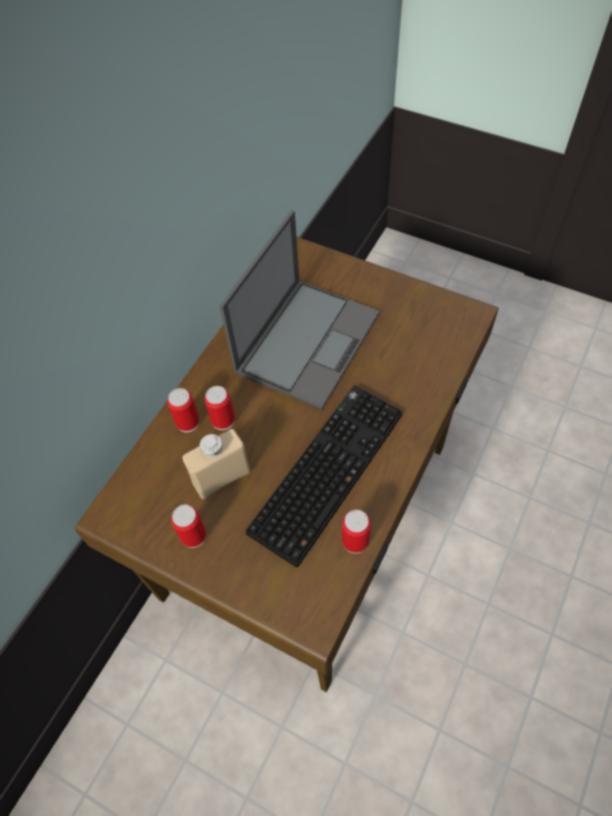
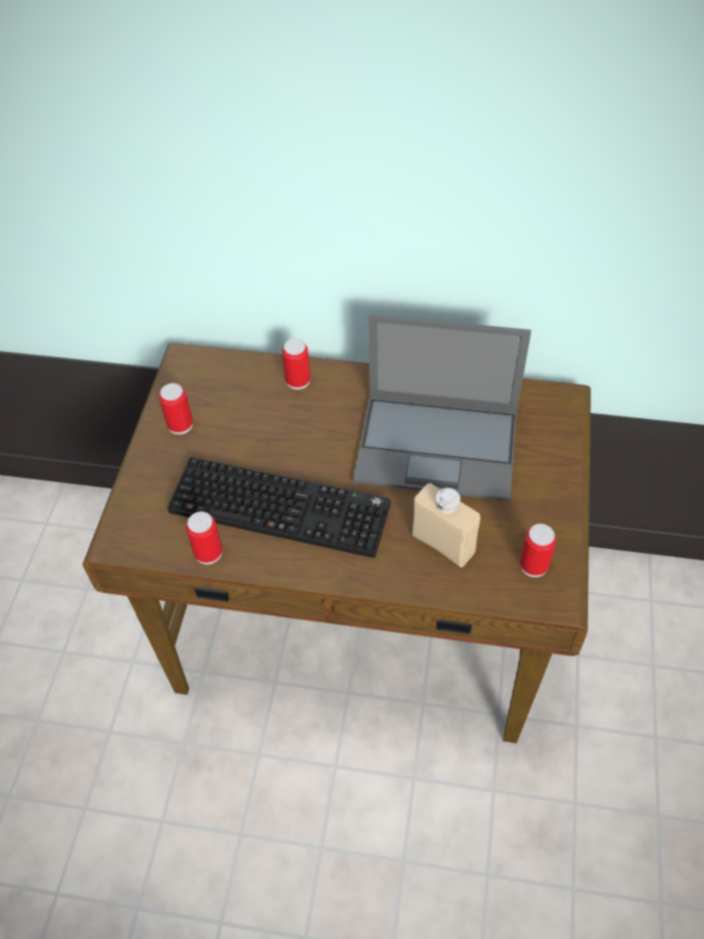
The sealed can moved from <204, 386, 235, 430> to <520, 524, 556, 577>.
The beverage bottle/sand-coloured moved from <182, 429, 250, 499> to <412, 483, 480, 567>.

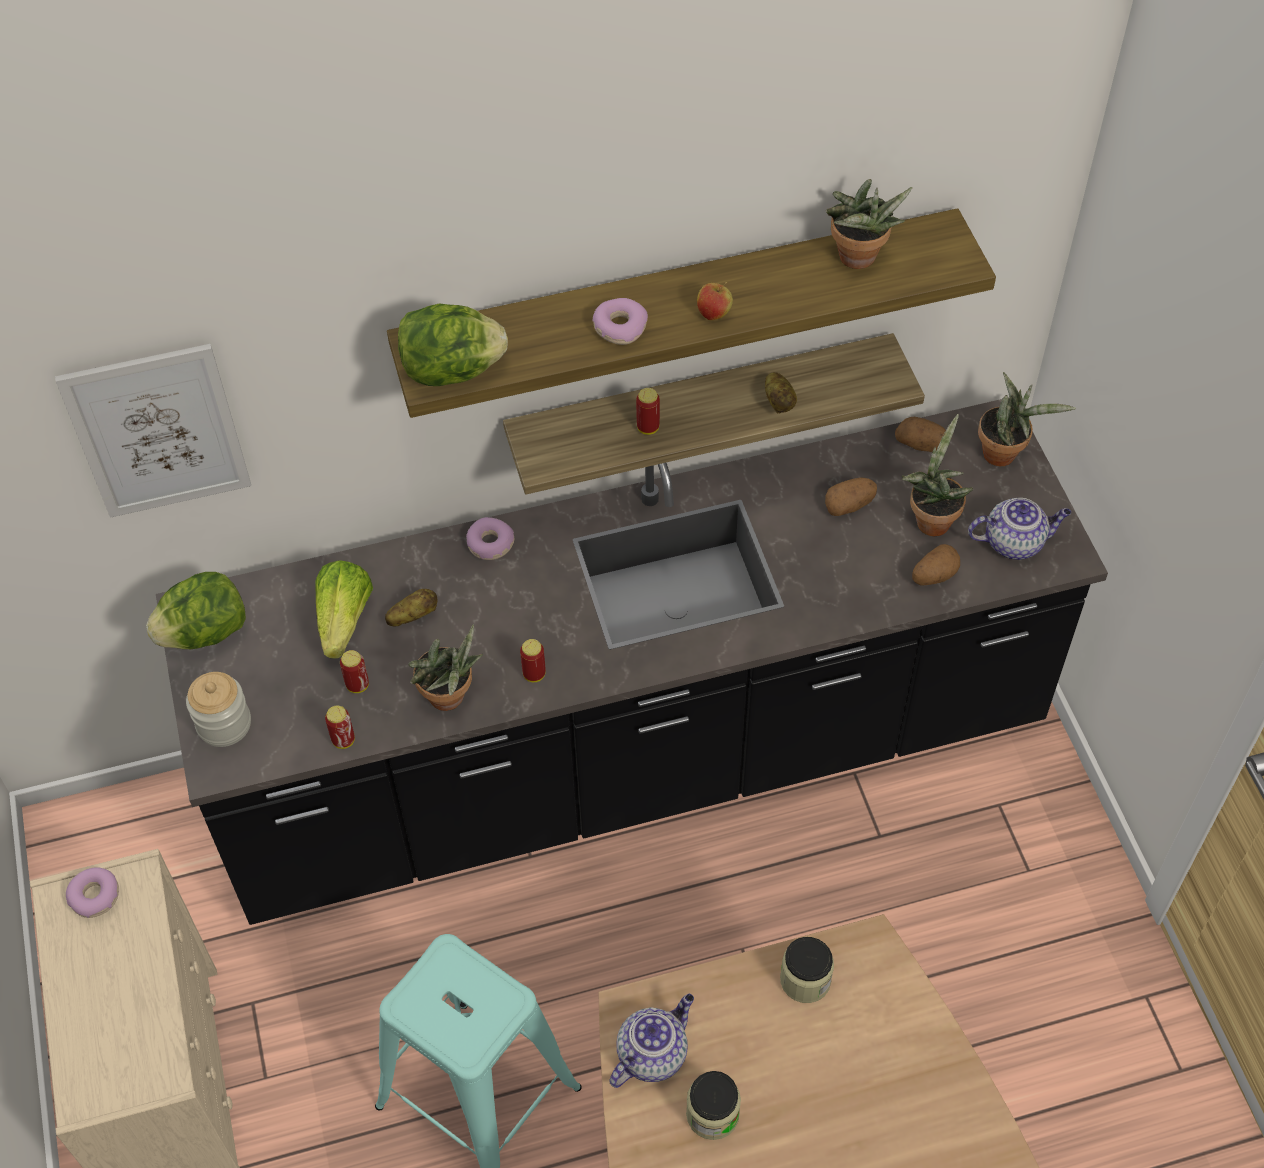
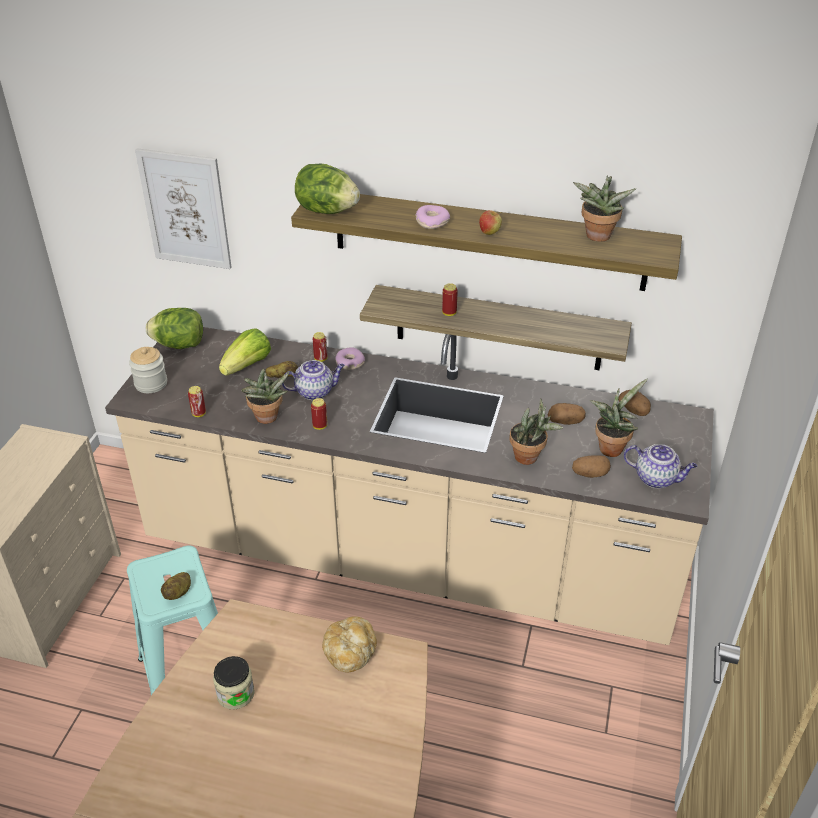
The potato moved from <765, 372, 797, 413> to <161, 572, 191, 600>.
The potted plant moved from <978, 372, 1076, 466> to <509, 398, 563, 465>.
The kitchen counter/black at <156, 399, 1108, 925> became the kitchen counter/sand-coloured at <105, 327, 714, 645>.
The sealed can moved from <340, 650, 369, 693> to <313, 332, 327, 362>.
The ring doughnut at <66, 867, 119, 918> disappeared.
The storage jar at <780, 937, 834, 1003> was replaced by the bread at <322, 616, 377, 672>.
The tea pot moved from <609, 994, 694, 1088> to <282, 360, 345, 400>.

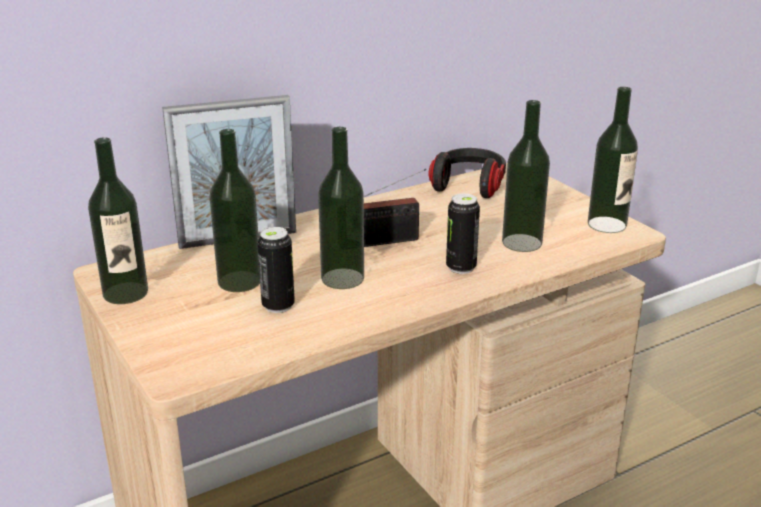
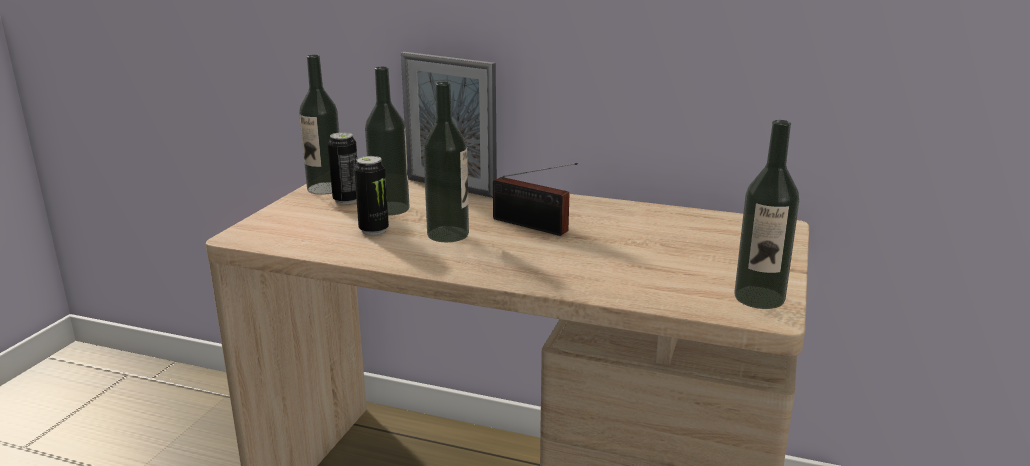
The beverage bottle at <502, 100, 550, 252> disappeared.
The headset at <428, 148, 506, 198> disappeared.
The sealed can moved from <446, 193, 480, 274> to <328, 132, 357, 204>.

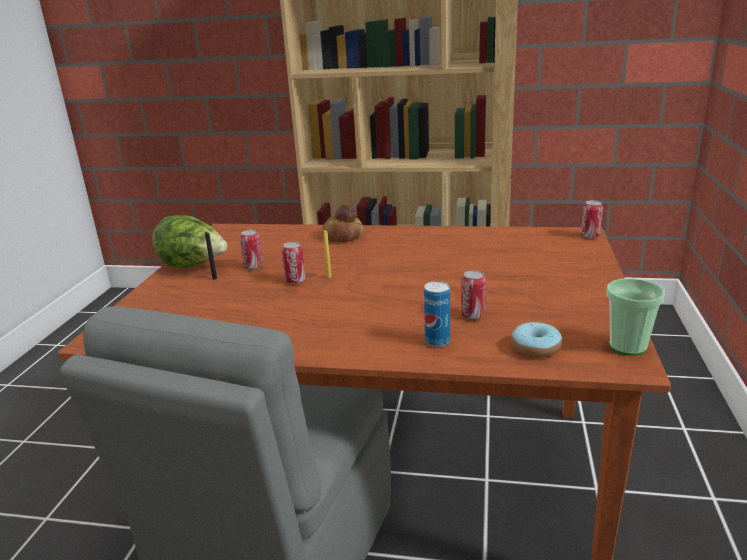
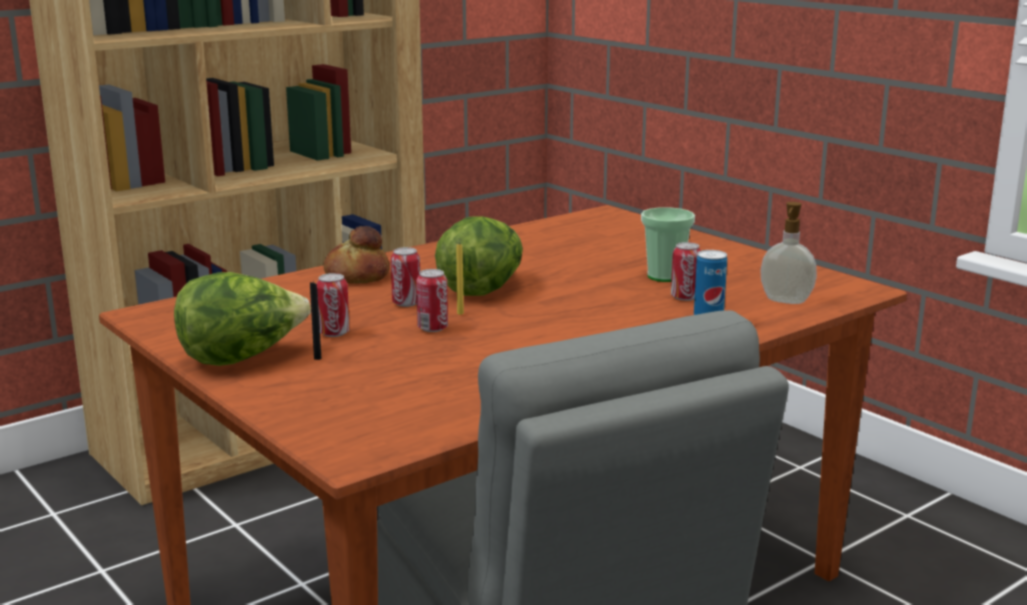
The sealed can moved from <581, 200, 603, 238> to <391, 247, 420, 307>.
The cup moved from <606, 278, 664, 356> to <641, 207, 695, 282>.
The ring doughnut at <511, 322, 562, 358> was replaced by the liquid soap bottle at <760, 202, 817, 304>.
The head of lettuce at <435, 216, 523, 296> appeared.

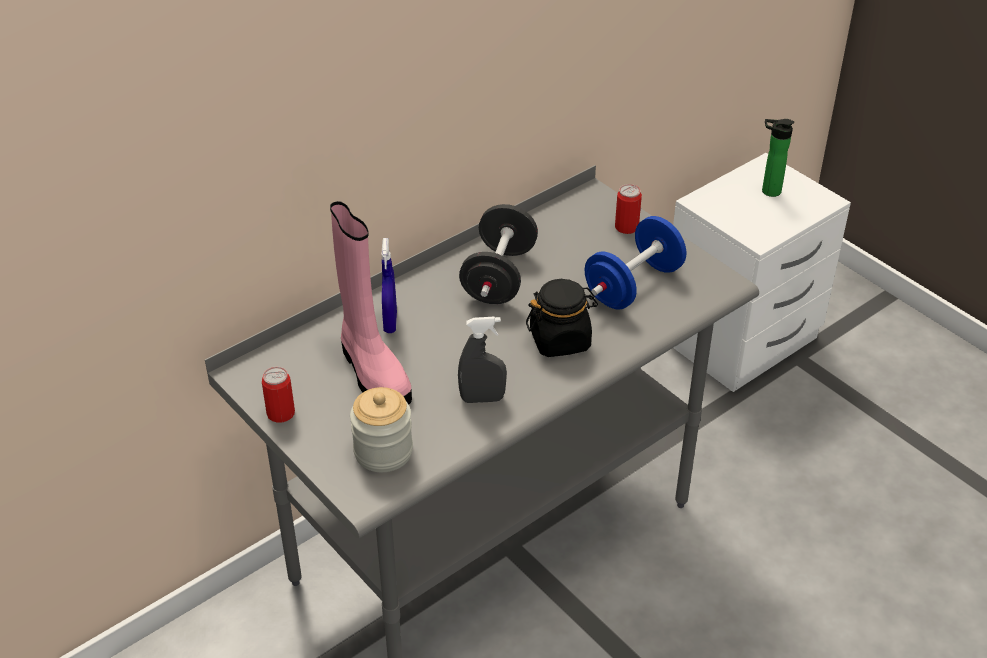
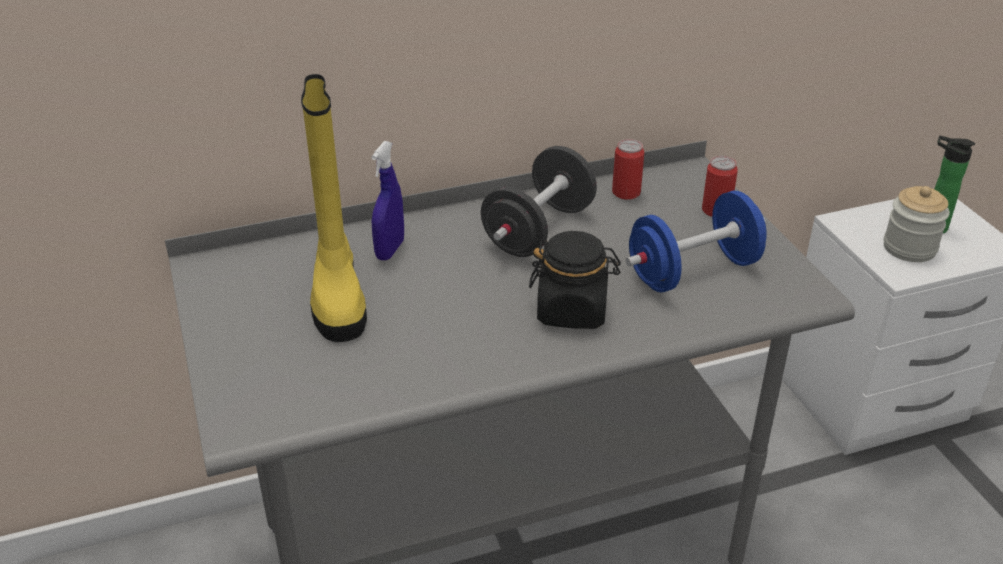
The high-top boot/pinkish at <330, 201, 412, 404> became the high-top boot/yellow at <301, 74, 367, 342>.
The sprayer/grey at <458, 317, 507, 403> disappeared.
The sealed can moved from <262, 367, 295, 423> to <612, 139, 644, 200>.
The storage jar moved from <350, 387, 413, 472> to <884, 186, 950, 262>.

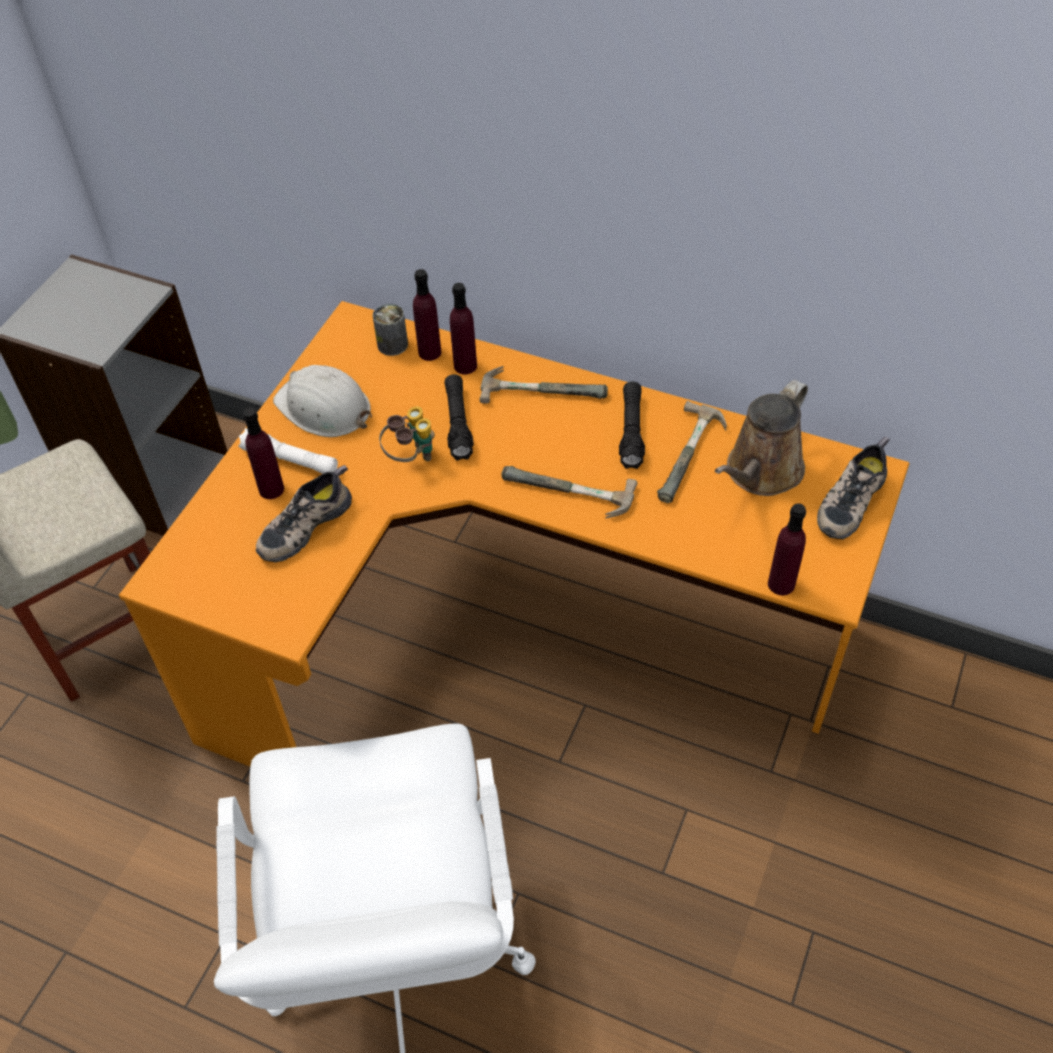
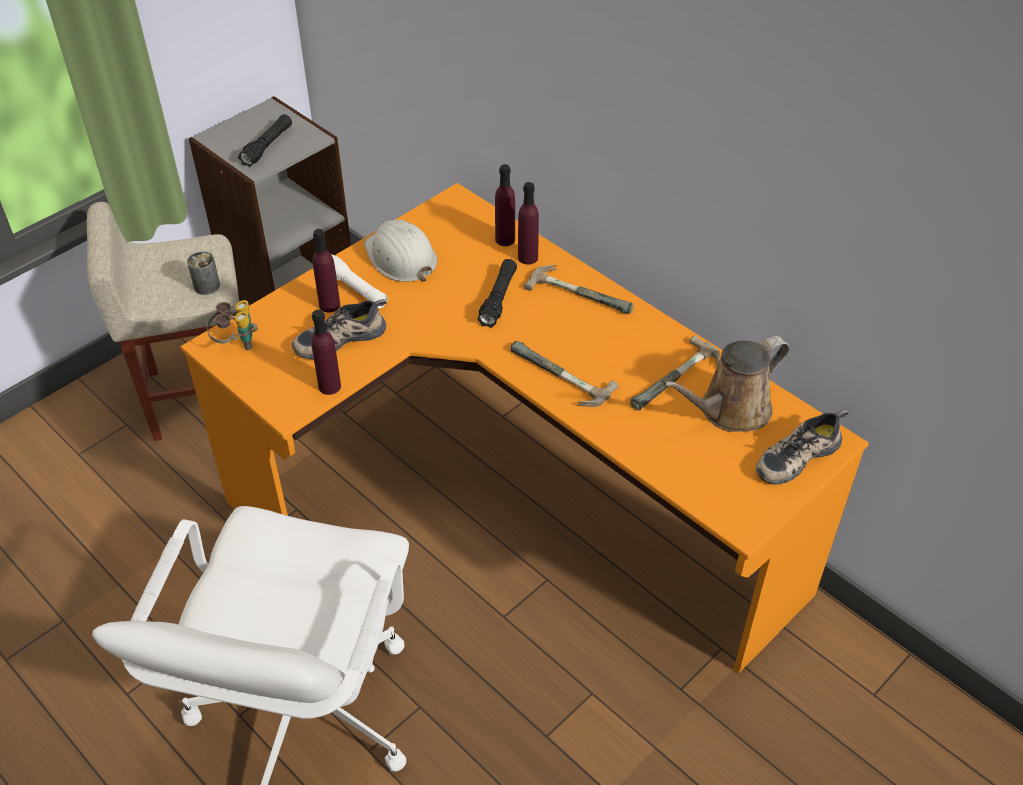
The sealed can moved from <373, 304, 408, 356> to <187, 251, 220, 295>.
The torch/black moved from <619, 381, 645, 469> to <238, 114, 292, 167>.
The binoculars moved from <379, 406, 435, 462> to <207, 300, 258, 350>.
The beverage bottle/purple moved from <768, 504, 806, 595> to <311, 310, 341, 395>.

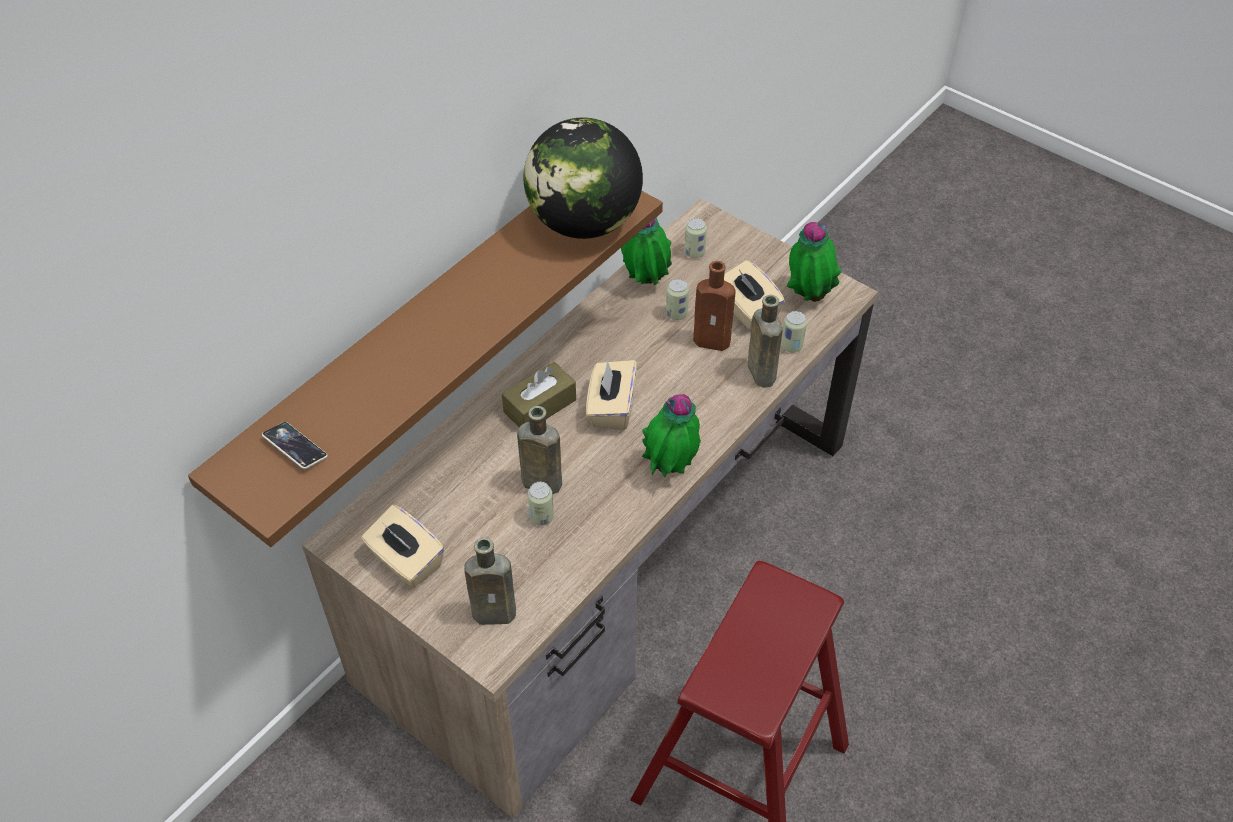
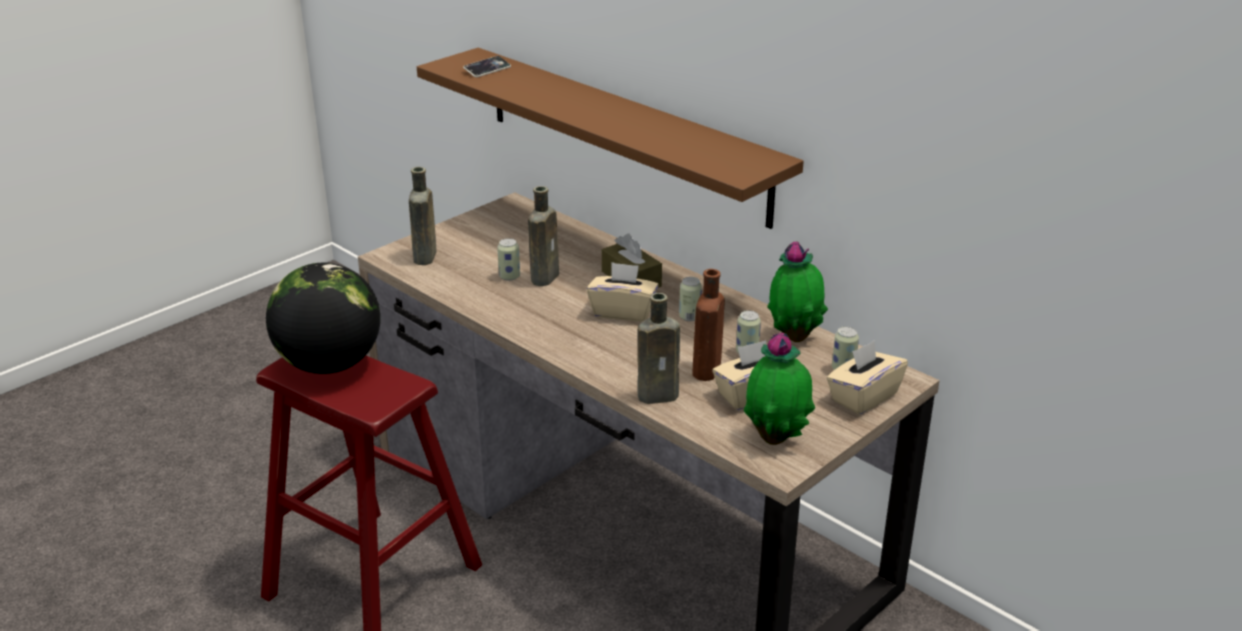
The globe moved from <523, 118, 643, 239> to <266, 263, 380, 374>.
The sealed can moved from <781, 311, 807, 352> to <679, 277, 702, 321>.
The potted plant at <642, 394, 701, 478> disappeared.
The box of tissues/sand-coloured moved from <361, 505, 445, 588> to <826, 340, 908, 415>.

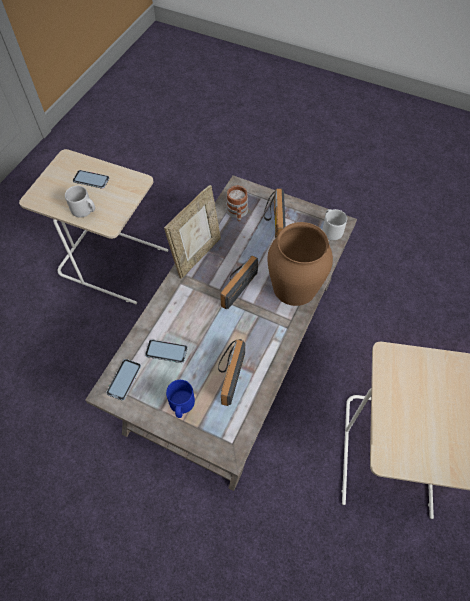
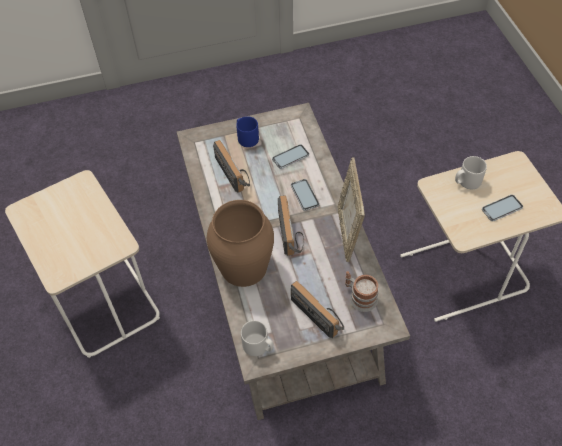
The phone moved from <106, 359, 141, 400> to <291, 179, 319, 211>.

